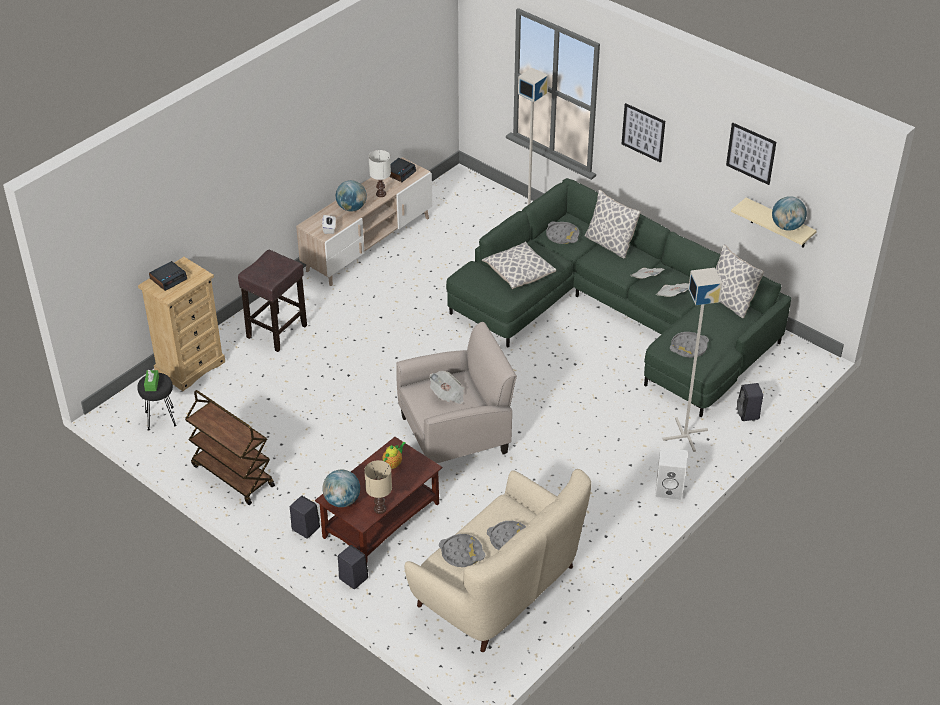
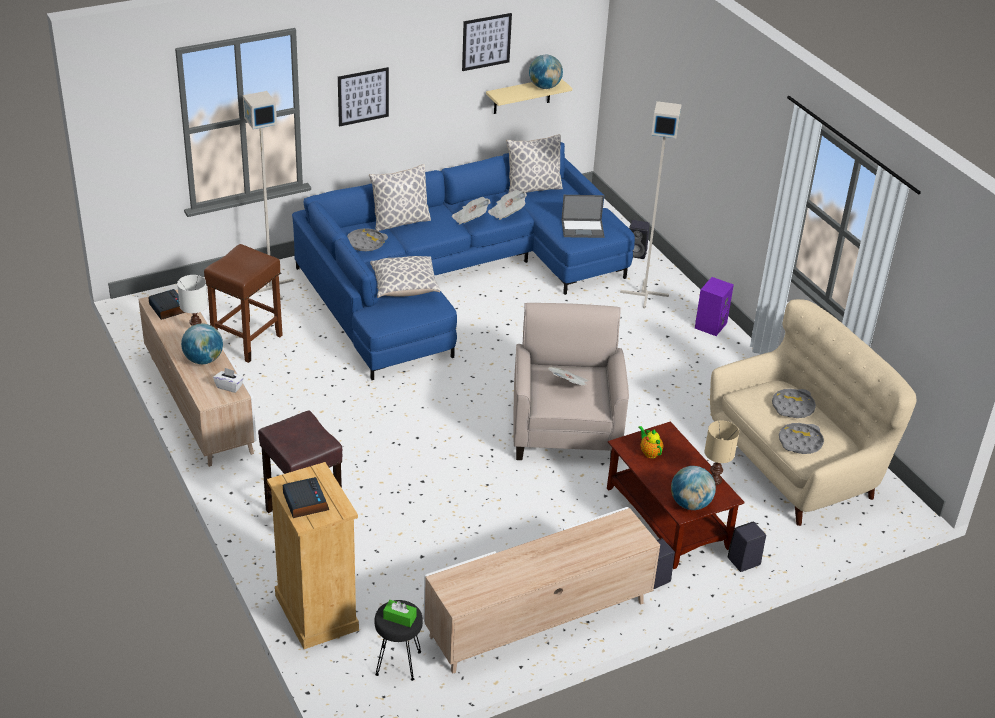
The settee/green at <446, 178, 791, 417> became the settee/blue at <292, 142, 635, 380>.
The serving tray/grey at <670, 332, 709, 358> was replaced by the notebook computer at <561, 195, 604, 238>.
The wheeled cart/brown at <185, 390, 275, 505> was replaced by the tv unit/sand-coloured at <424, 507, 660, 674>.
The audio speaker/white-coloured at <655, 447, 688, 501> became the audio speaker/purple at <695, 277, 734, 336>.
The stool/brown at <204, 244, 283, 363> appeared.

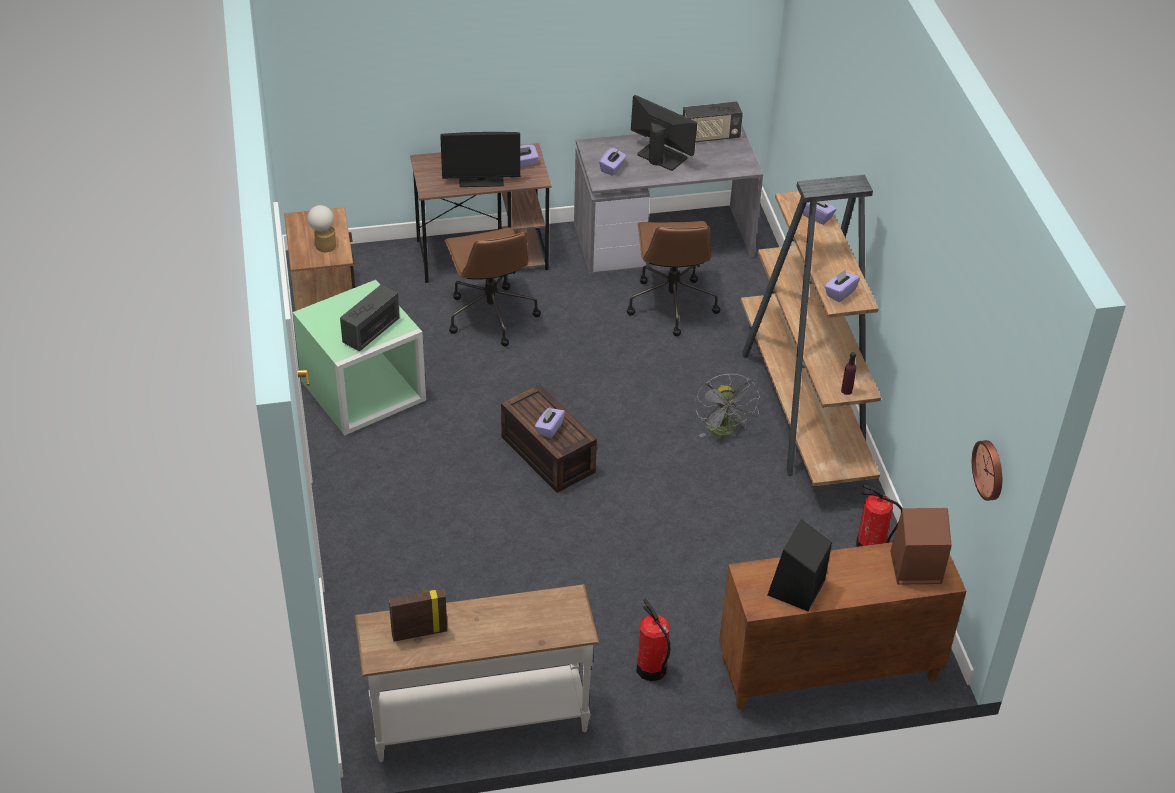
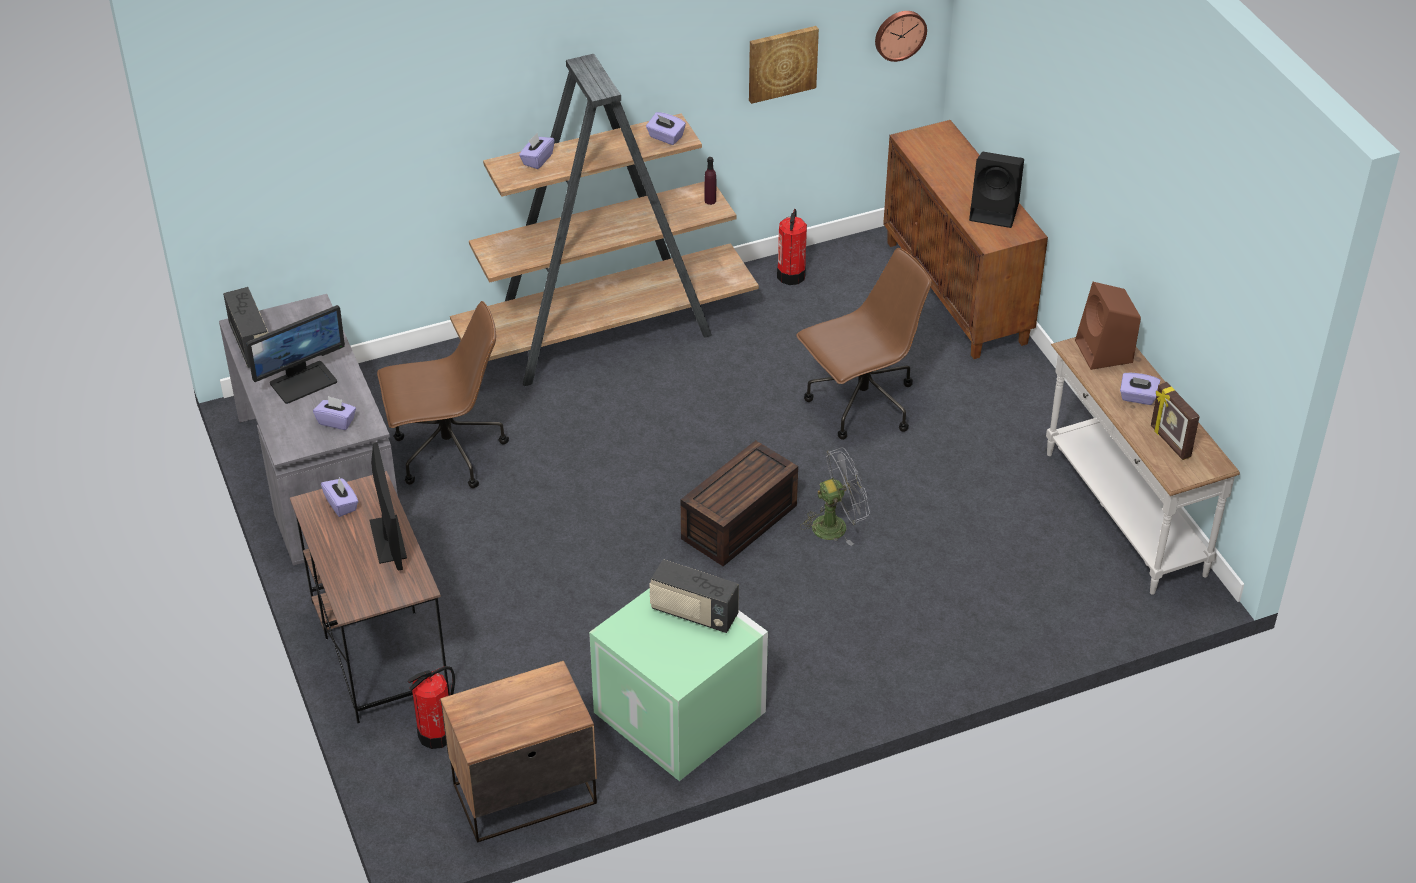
The computer display at <631, 95, 697, 171> turned 150 degrees counterclockwise.
The table lamp at <307, 205, 336, 252> disappeared.
The office chair/brown moved from <444, 227, 541, 347> to <796, 248, 932, 440>.
The cooling fan/grey moved from <695, 373, 760, 437> to <800, 447, 870, 546>.
The box of tissues/purple moved from <535, 407, 565, 439> to <1120, 373, 1160, 405>.
The audio speaker/brown moved from <890, 508, 952, 585> to <1075, 282, 1141, 370>.
The extinguisher moved from <636, 599, 670, 681> to <408, 666, 455, 749>.
The wall picture at <749, 26, 819, 104> appeared.

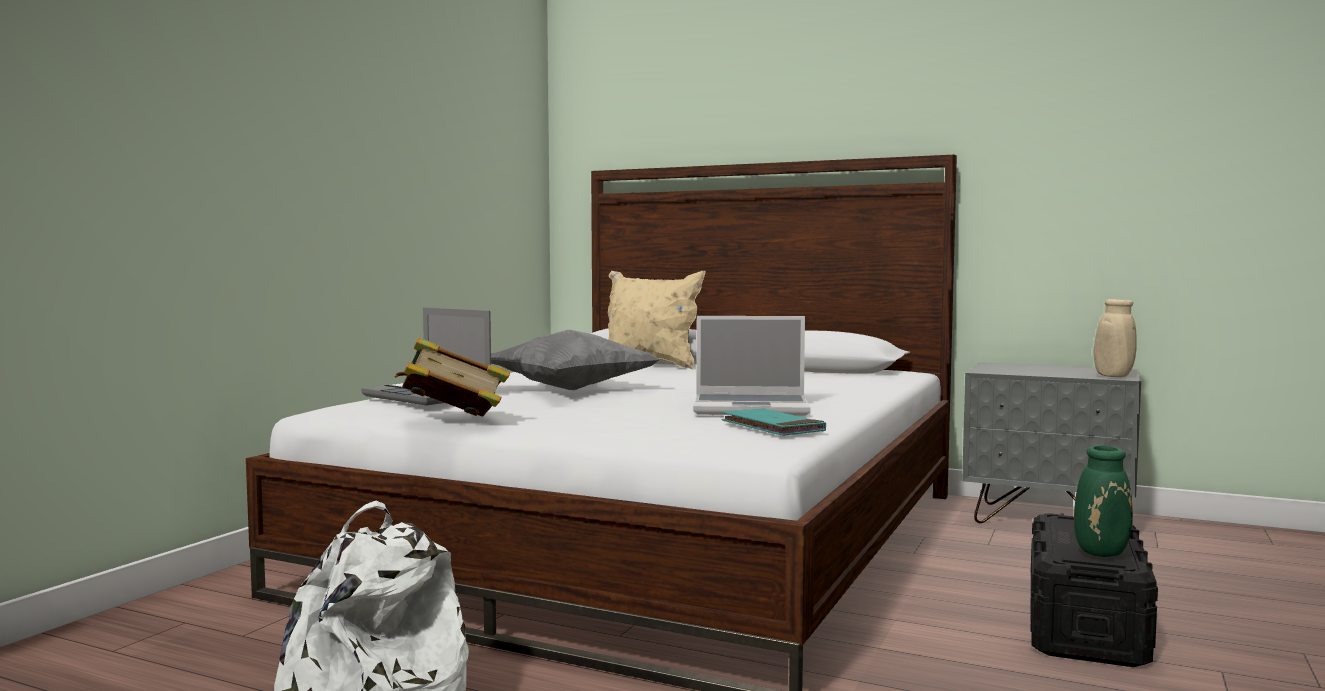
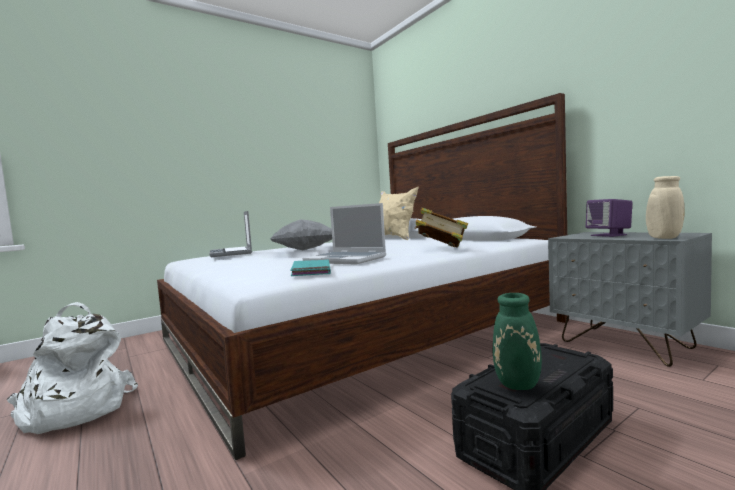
The volume moved from <395, 338, 510, 417> to <415, 208, 468, 248>.
The audio speaker/purple at <586, 199, 633, 237> appeared.

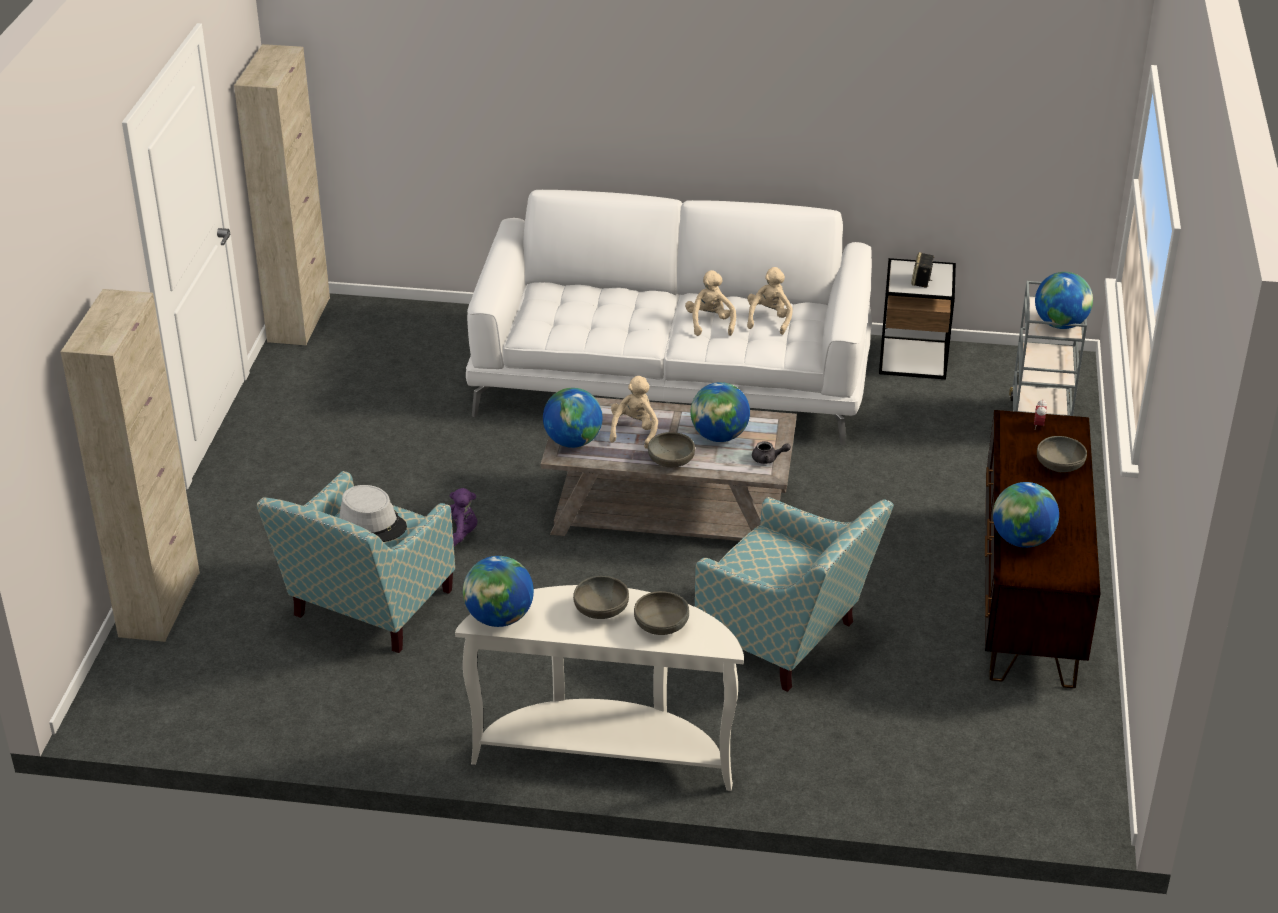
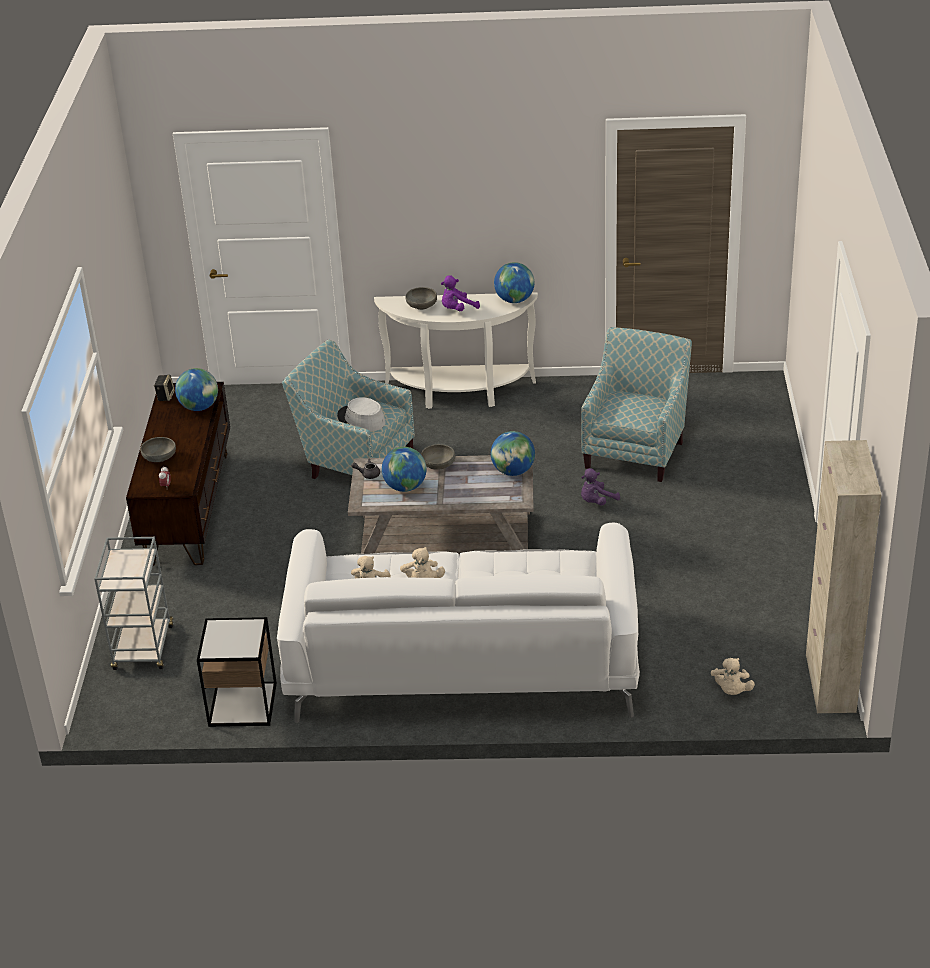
The audio speaker moved from <911, 252, 934, 288> to <154, 375, 175, 401>.
The globe at <1035, 272, 1093, 329> disappeared.
The storage cabinet/sand-coloured at <60, 289, 200, 642> disappeared.
The cuddly toy/sand-coloured moved from <610, 376, 658, 449> to <711, 658, 755, 695>.
The clothing hat/grey moved from <340, 485, 407, 542> to <337, 397, 386, 432>.
The deep dish/grey at <573, 576, 629, 619> was replaced by the cuddly toy/purple at <441, 275, 480, 311>.

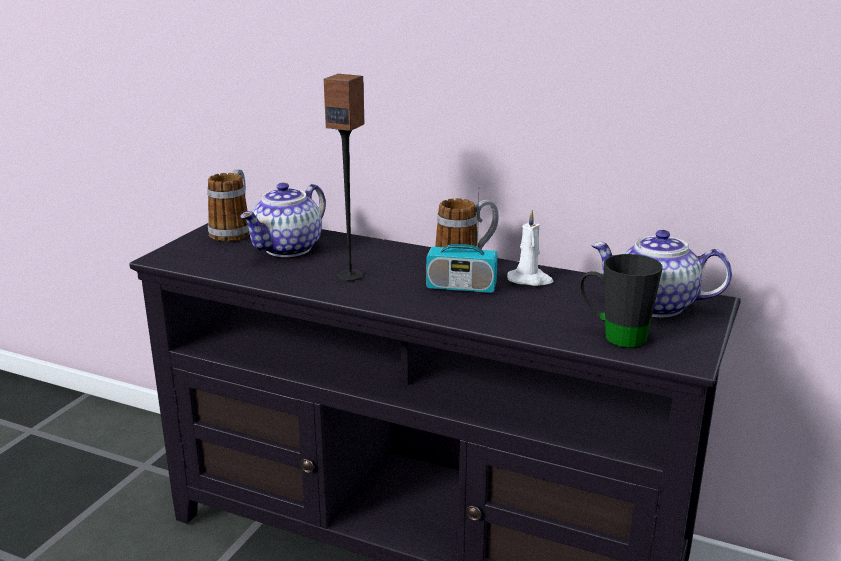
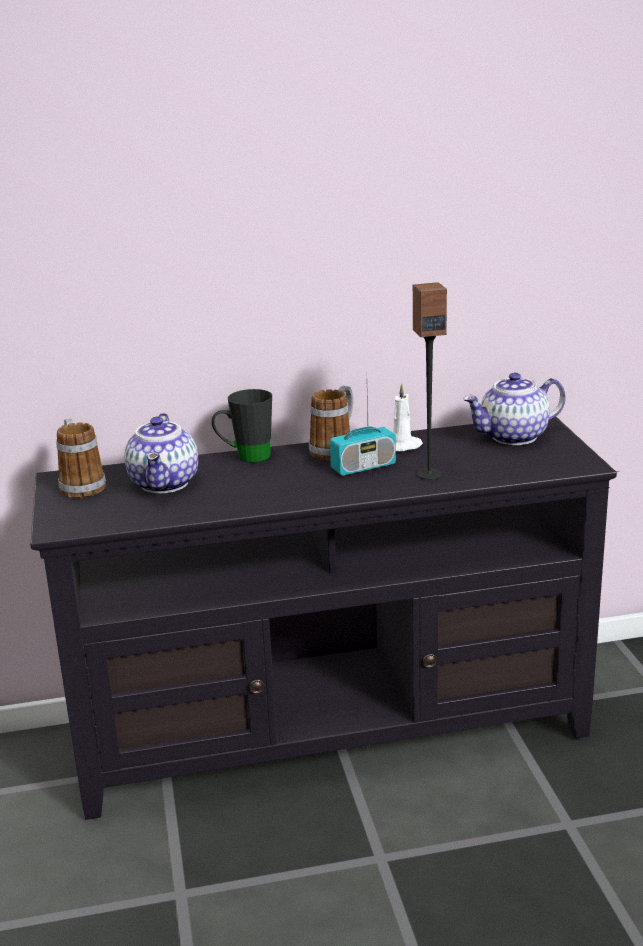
The audio speaker moved from <324, 74, 364, 281> to <413, 282, 447, 480>.
The tea mug/black moved from <580, 254, 663, 348> to <212, 389, 272, 462>.

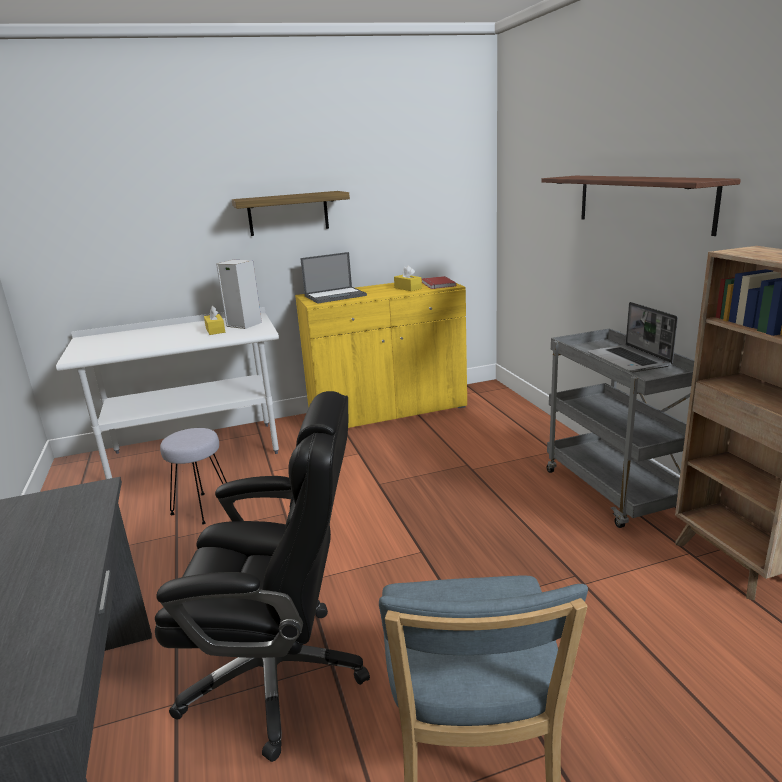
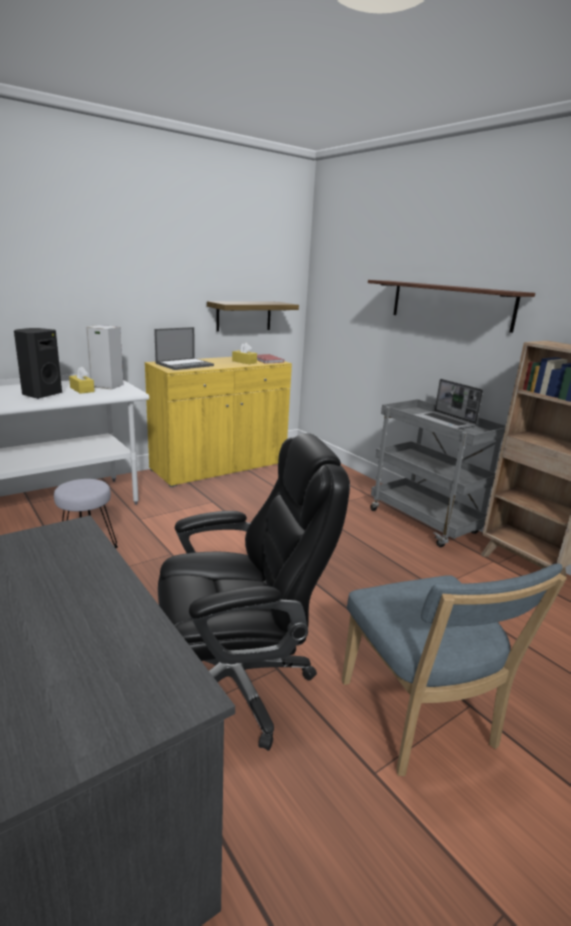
The shelf moved from <232, 191, 350, 236> to <207, 301, 299, 332>.
The audio speaker/black at <14, 328, 62, 399> appeared.

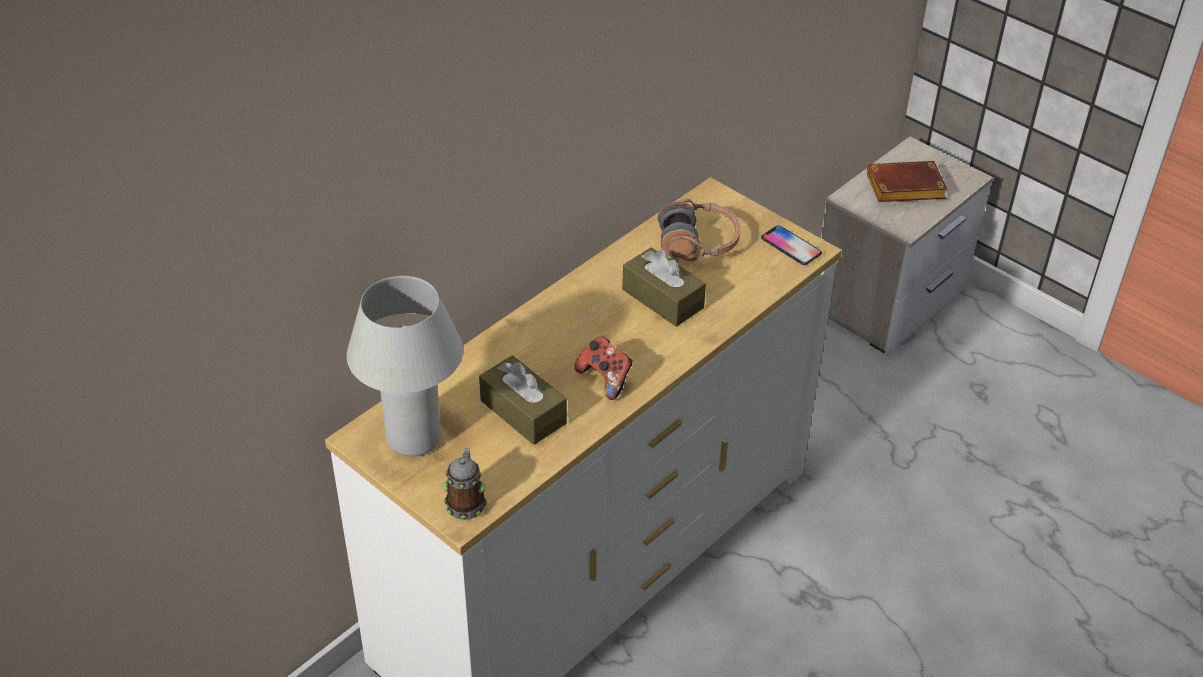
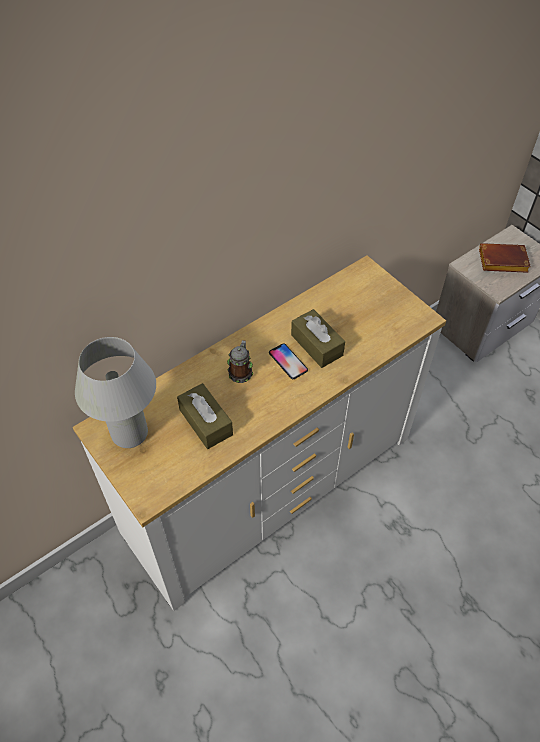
The headset at <658, 199, 740, 261> disappeared.
The phone moved from <761, 225, 822, 265> to <269, 343, 308, 379>.
The joypad at <575, 336, 633, 400> disappeared.
The tea mug moved from <443, 449, 487, 520> to <227, 340, 253, 383>.

